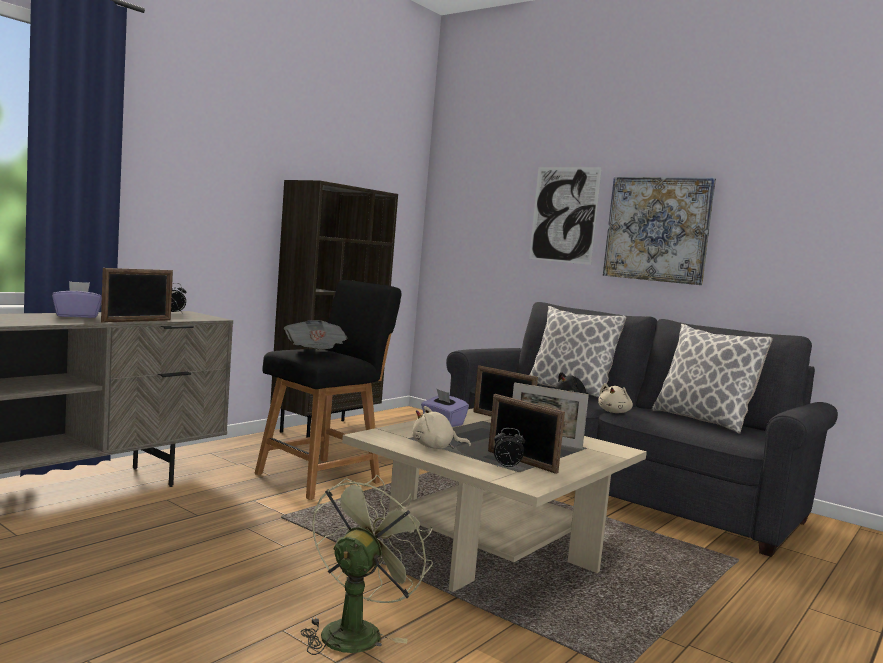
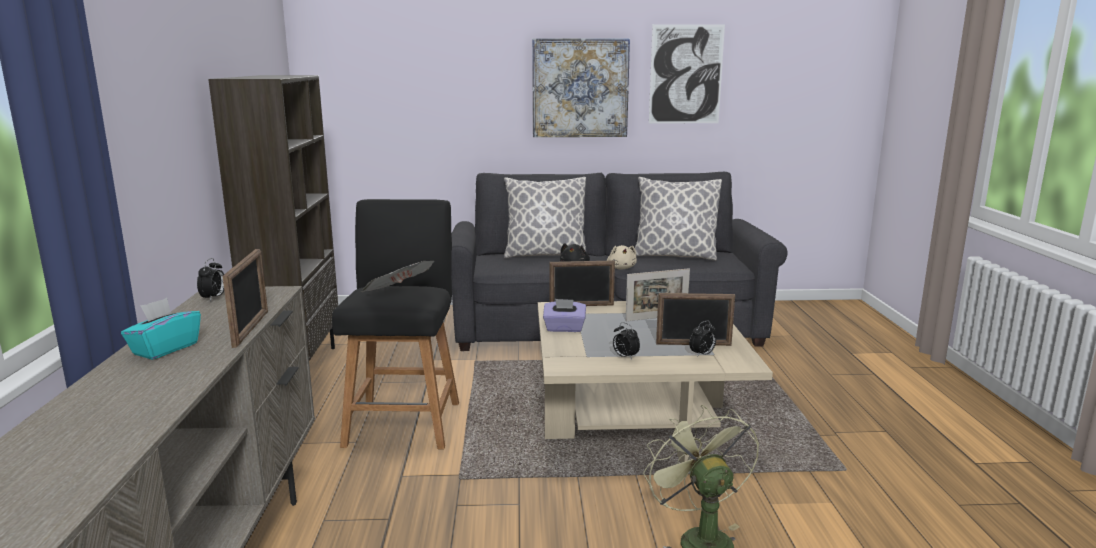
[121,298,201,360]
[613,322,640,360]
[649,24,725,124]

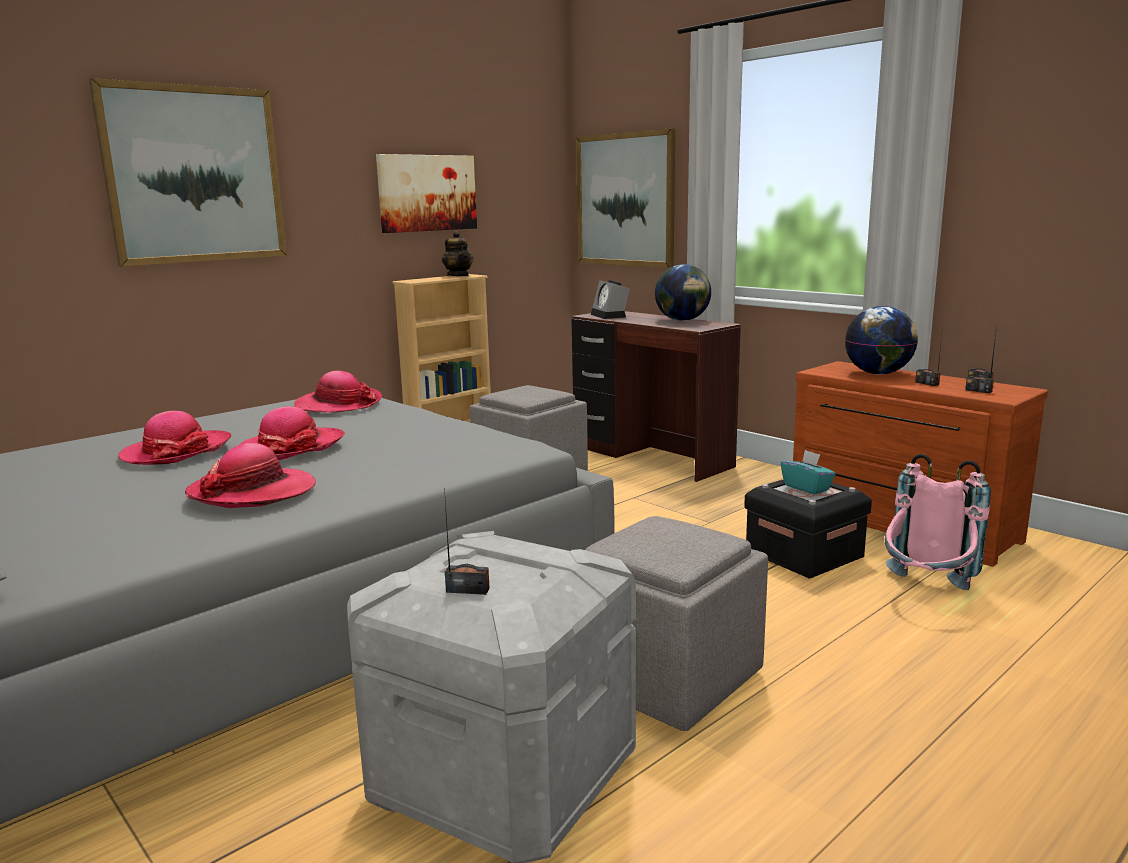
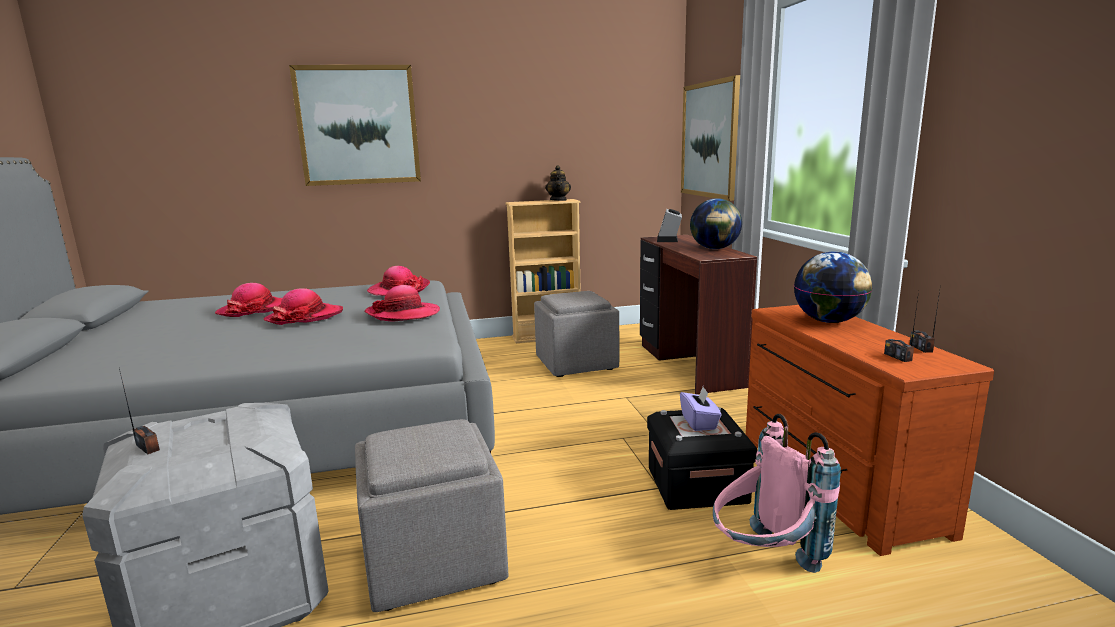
[364,285,440,322]
[376,154,477,233] (first image)
[680,387,721,431]
[915,325,943,386] (first image)

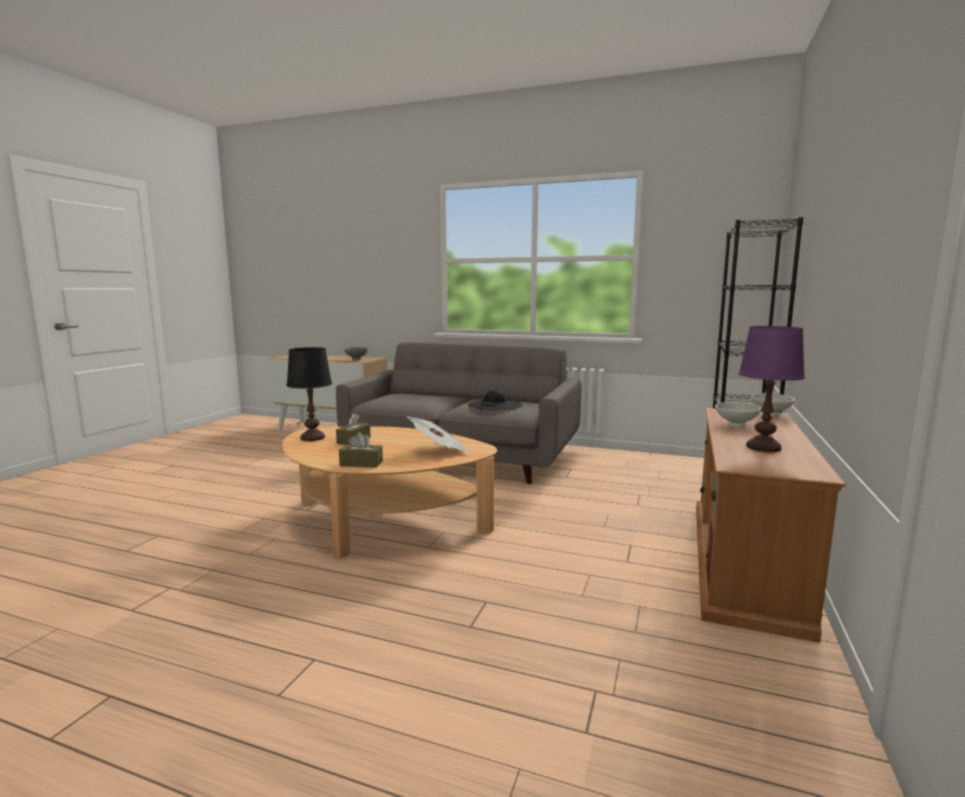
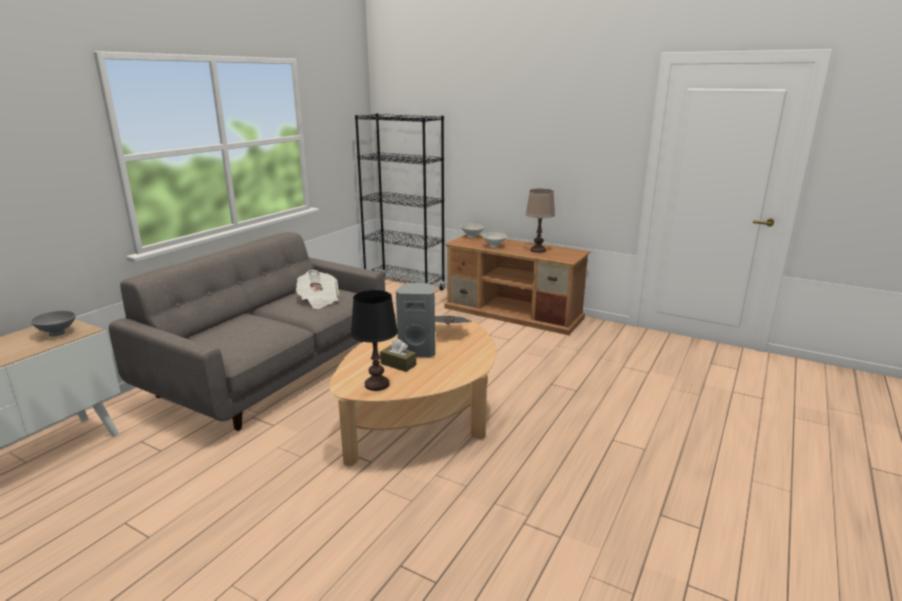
[339,432,383,468] (first image)
[296,270,339,309]
[526,189,555,253]
[396,283,435,357]

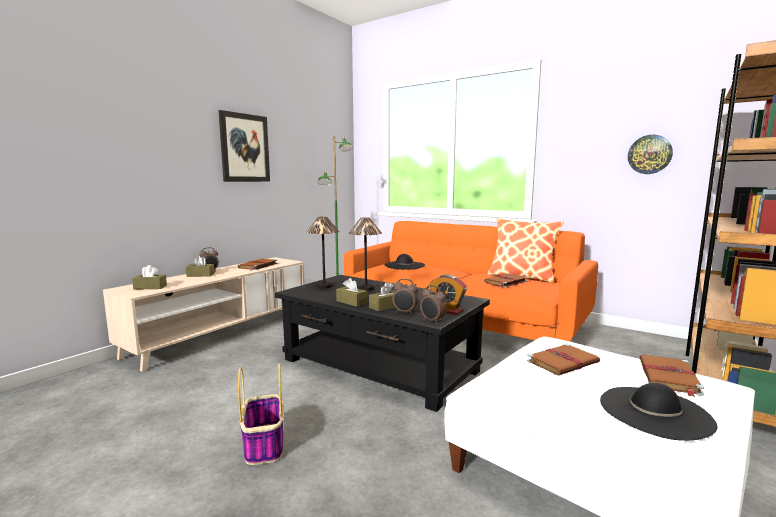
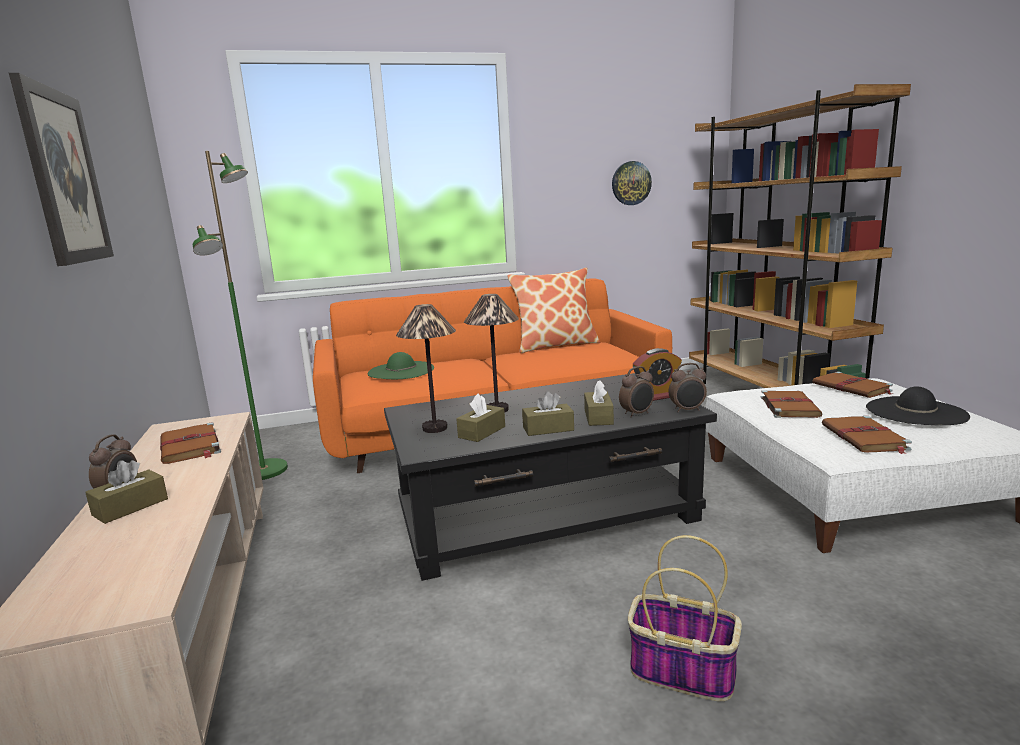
[456,393,505,442]
[368,352,434,379]
[822,416,912,454]

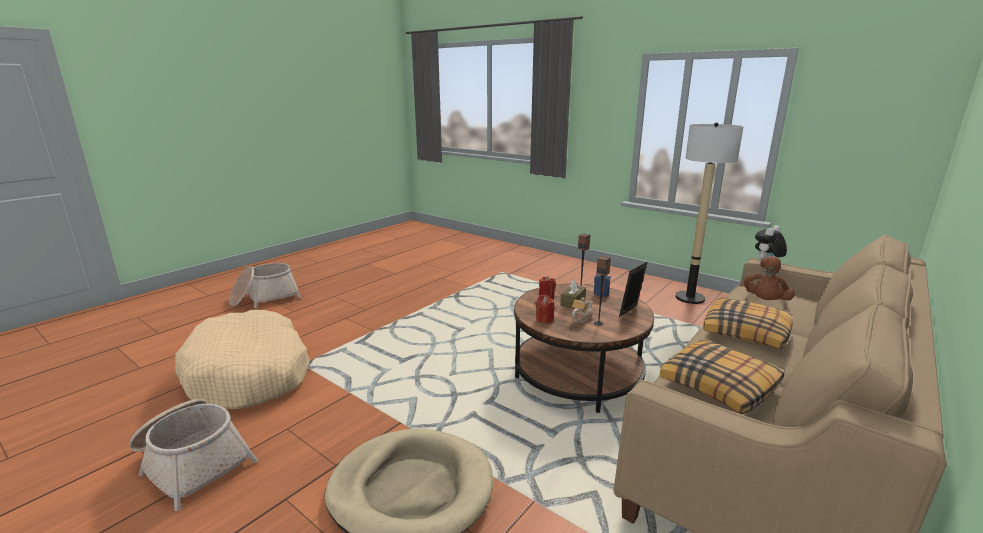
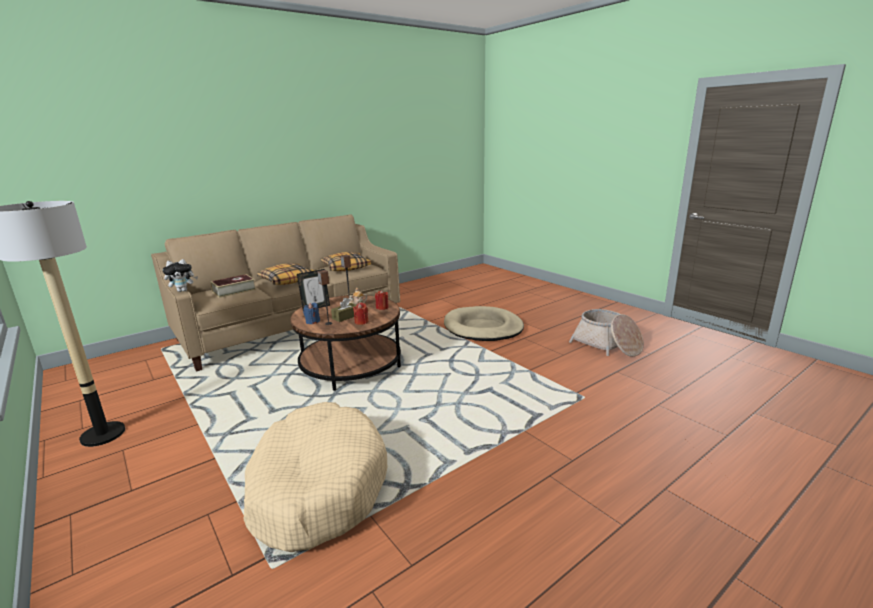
[244,402,387,552]
[229,263,302,308] (first image)
[210,274,256,298]

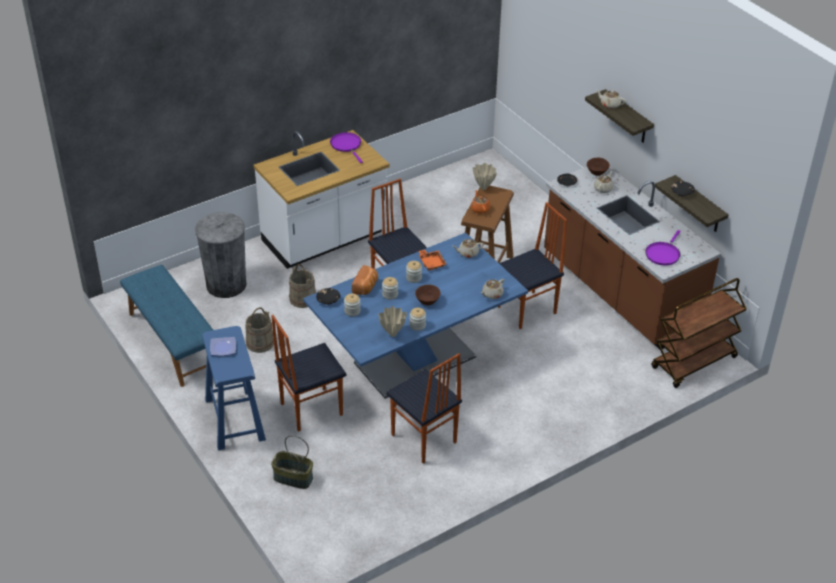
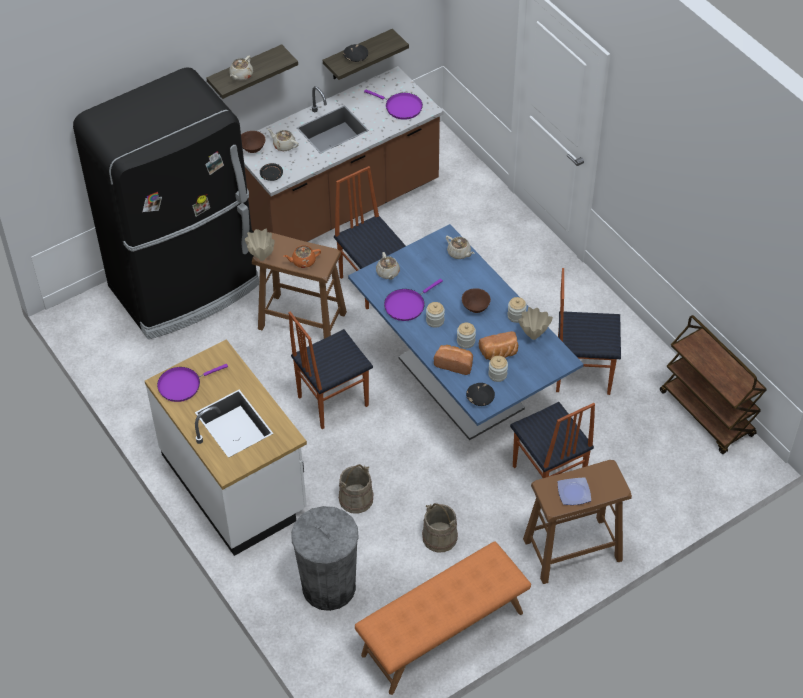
[355,541,531,695]
[523,460,632,584]
[271,435,313,489] (first image)
[556,268,621,395]
[384,279,443,321]
[660,315,767,454]
[73,67,259,339]
[479,331,518,360]

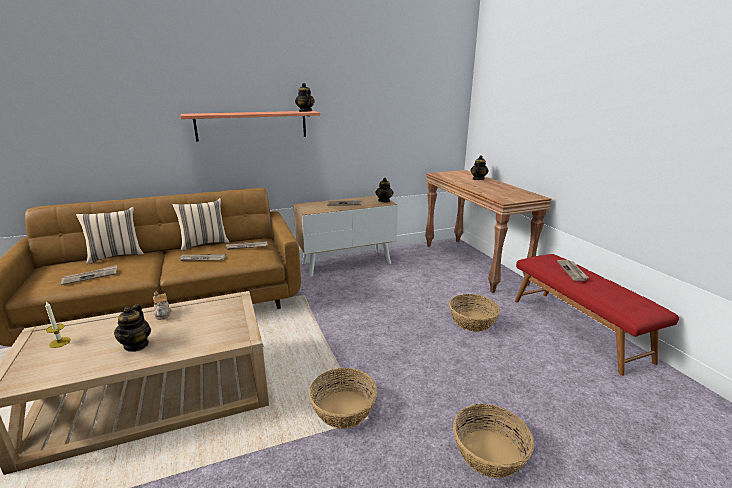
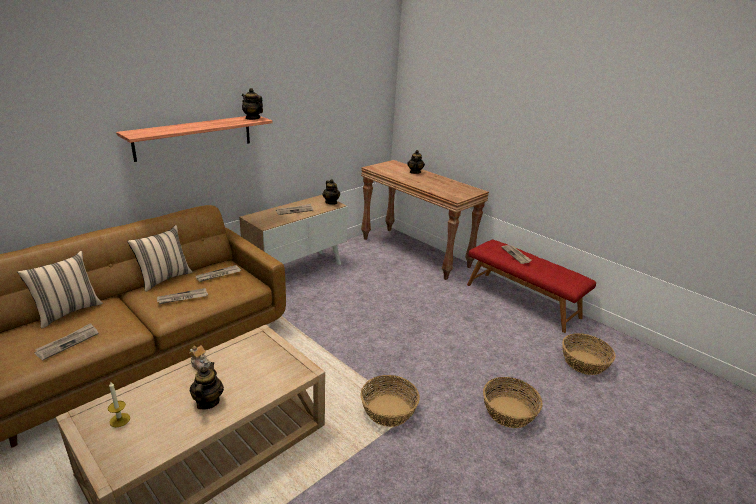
[190,362,224,409]
[562,333,616,375]

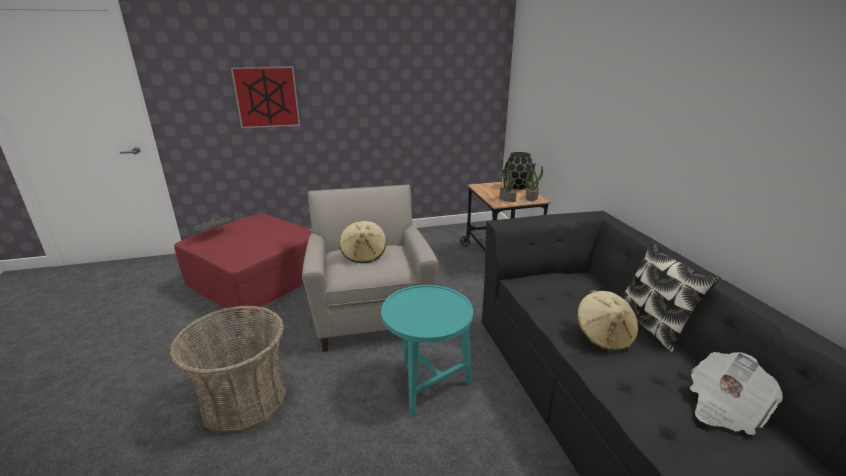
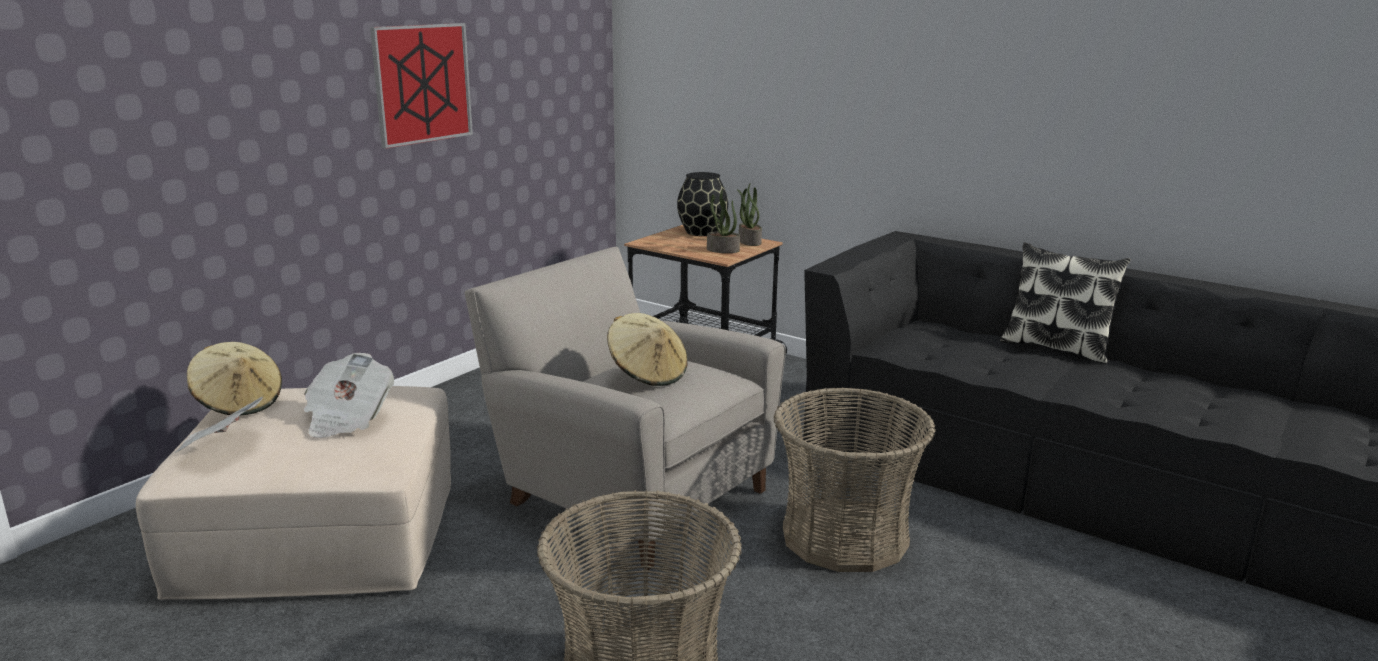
[136,386,451,600]
[370,23,473,149]
[773,387,936,572]
[187,342,282,415]
[304,353,394,438]

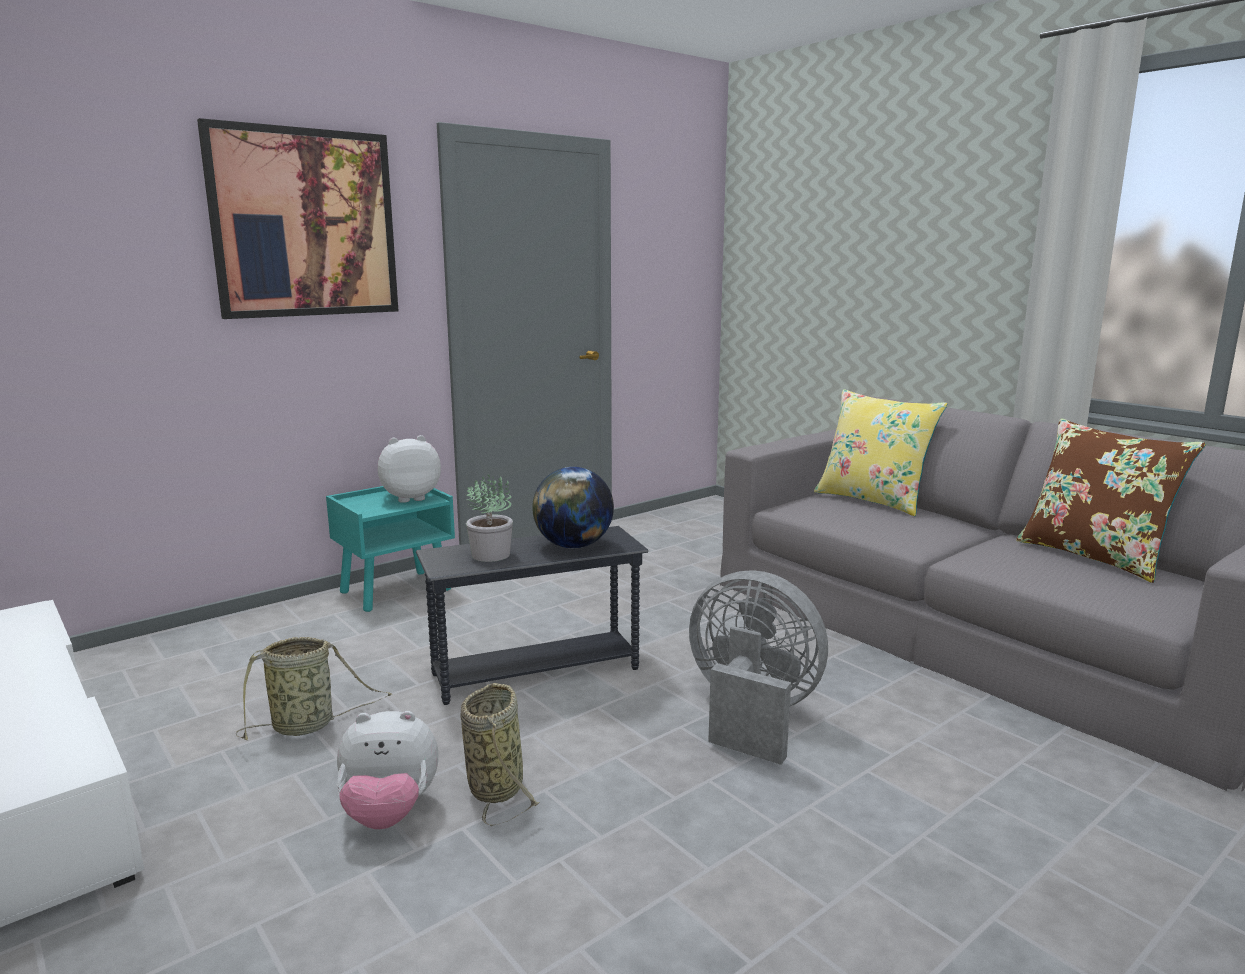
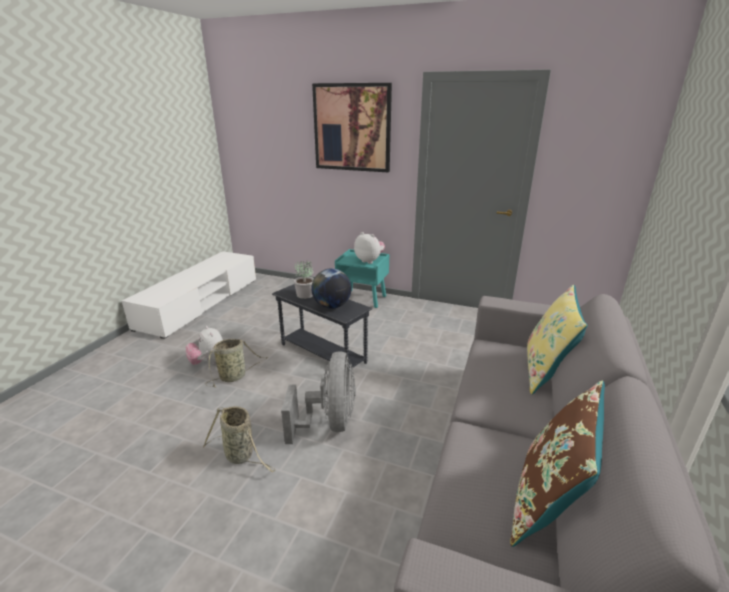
[203,406,275,472]

